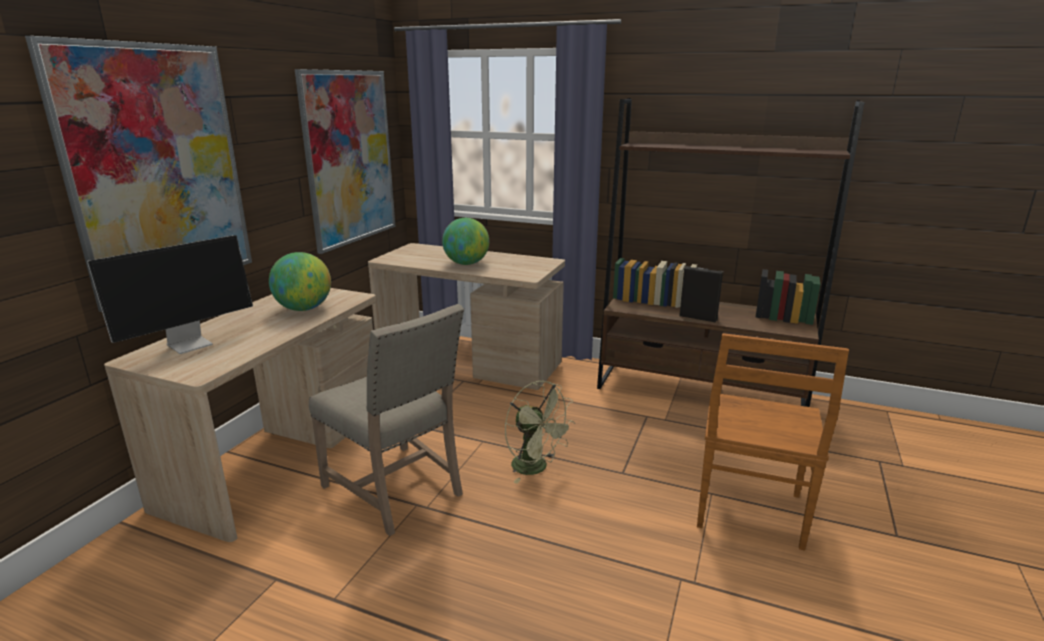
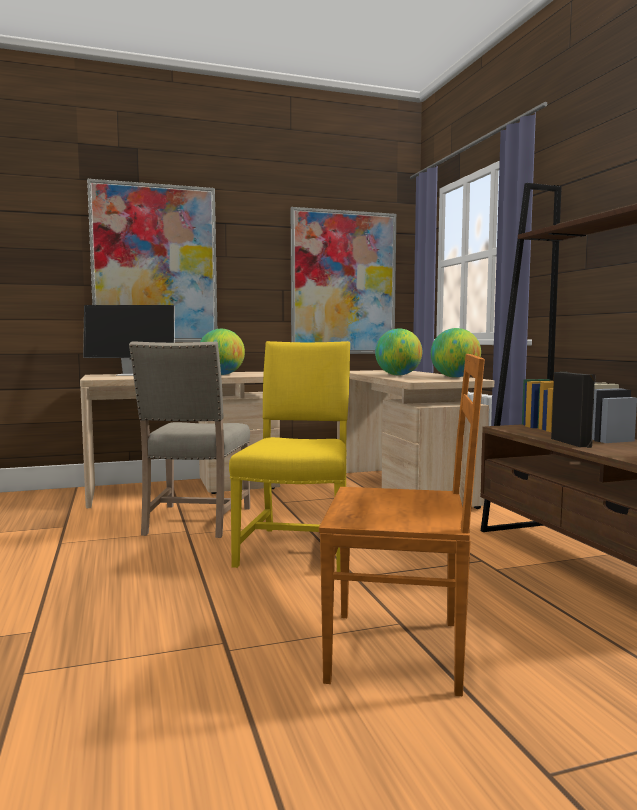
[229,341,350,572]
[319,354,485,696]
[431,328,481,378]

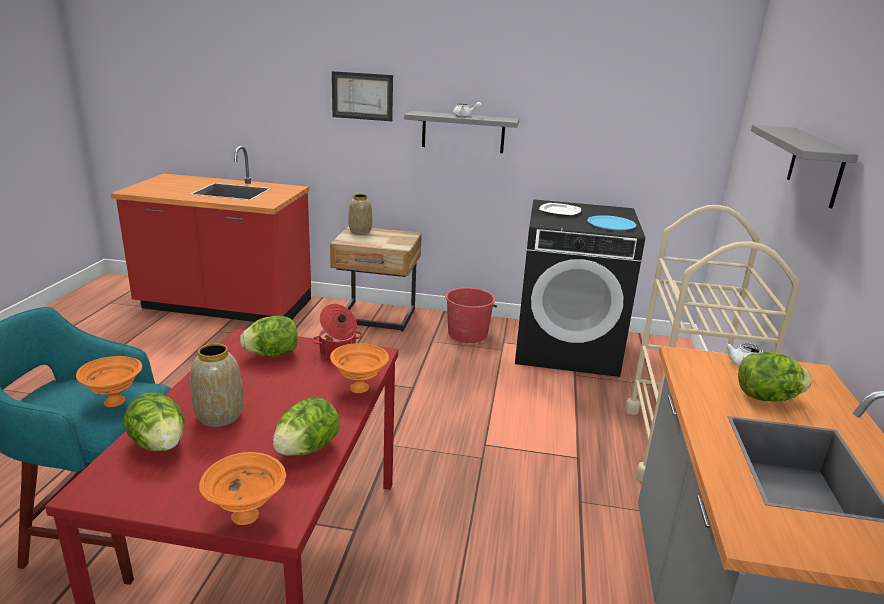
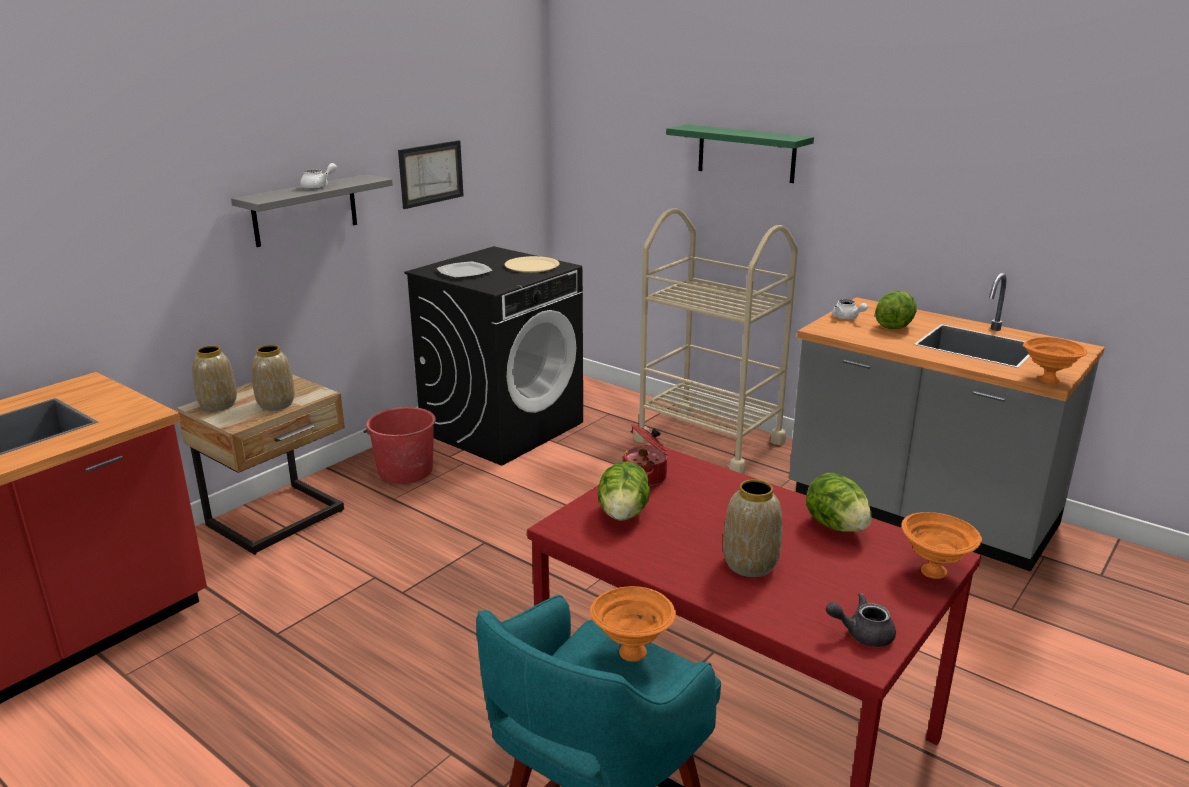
[124,392,185,452] (first image)
[1023,337,1087,383]
[398,140,464,209]
[505,256,560,273]
[666,124,814,183]
[252,345,295,411]
[826,593,896,647]

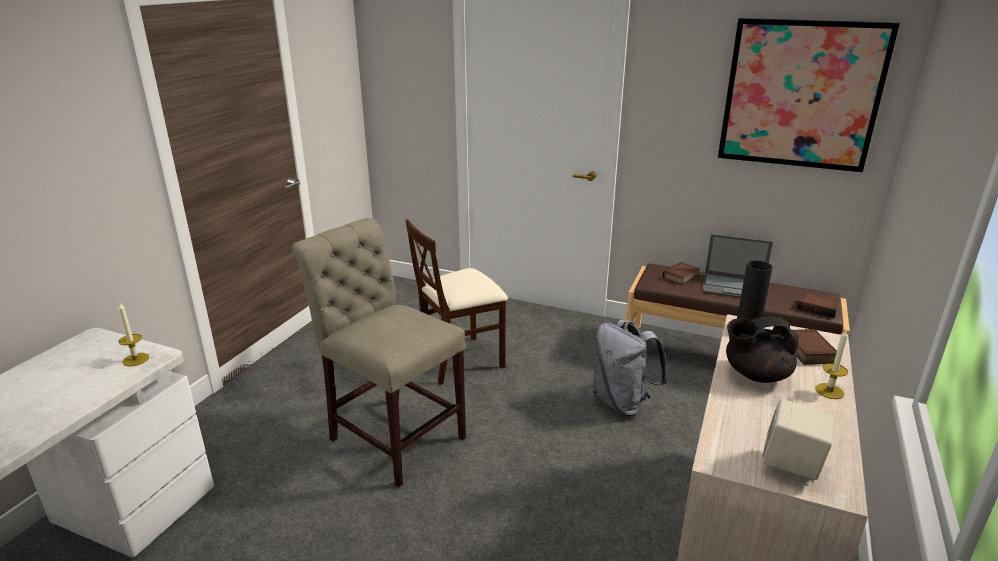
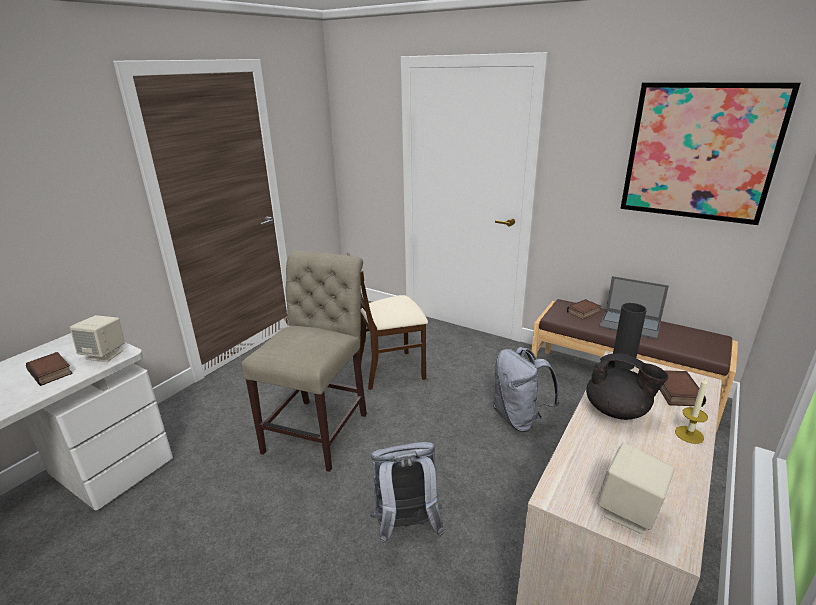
[70,315,125,362]
[241,250,367,472]
[586,353,668,420]
[26,352,73,386]
[370,442,445,545]

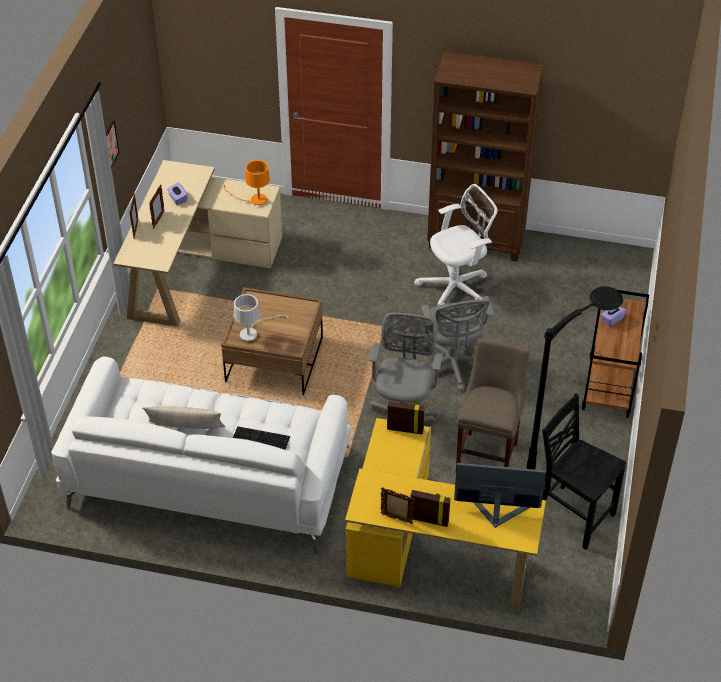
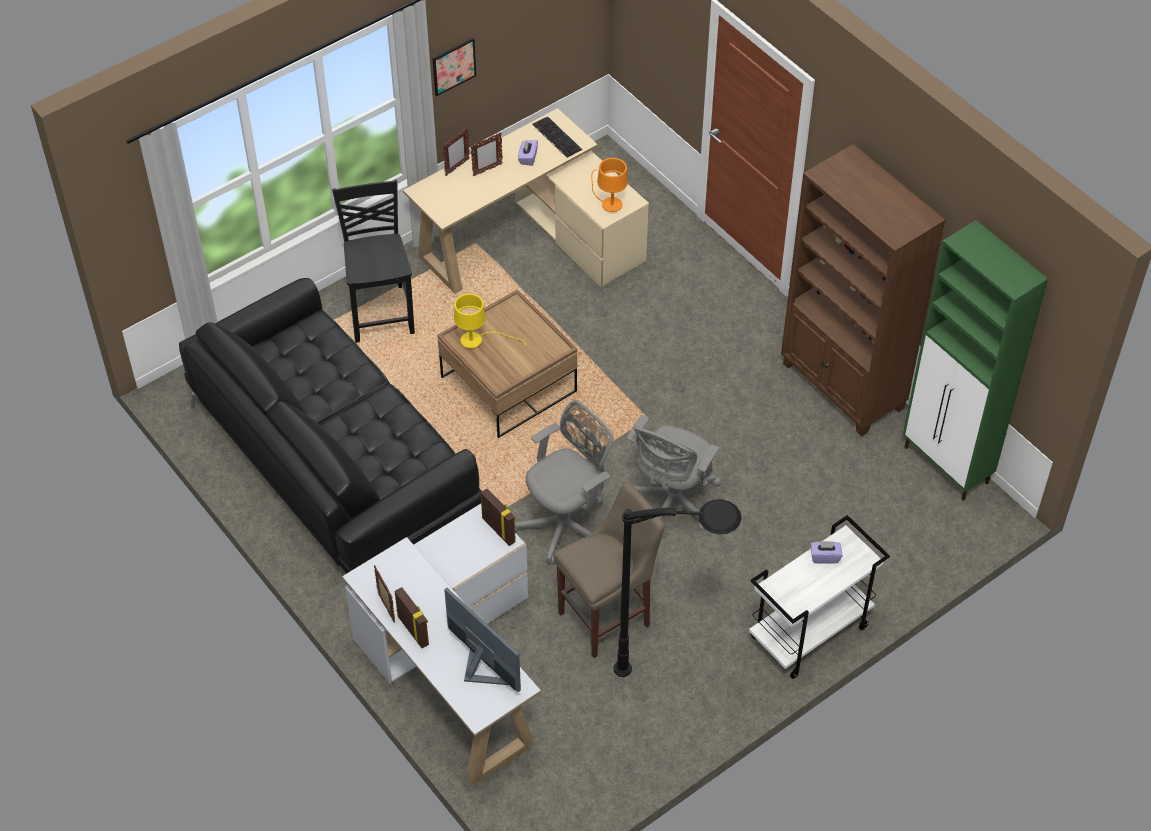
[179,278,482,574]
[142,406,225,429] (first image)
[533,116,582,158]
[454,293,527,349]
[342,504,541,786]
[414,184,498,306] (first image)
[332,180,415,343]
[749,515,890,679]
[903,220,1048,501]

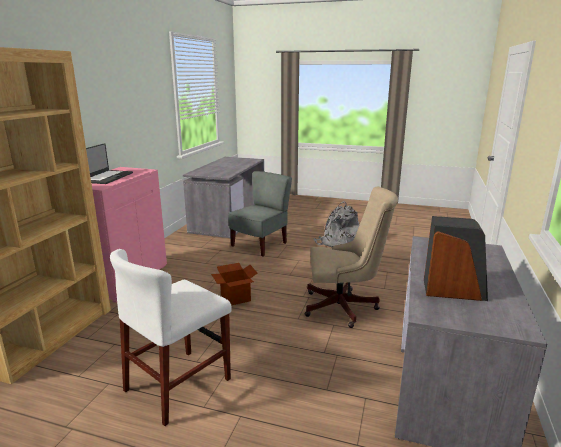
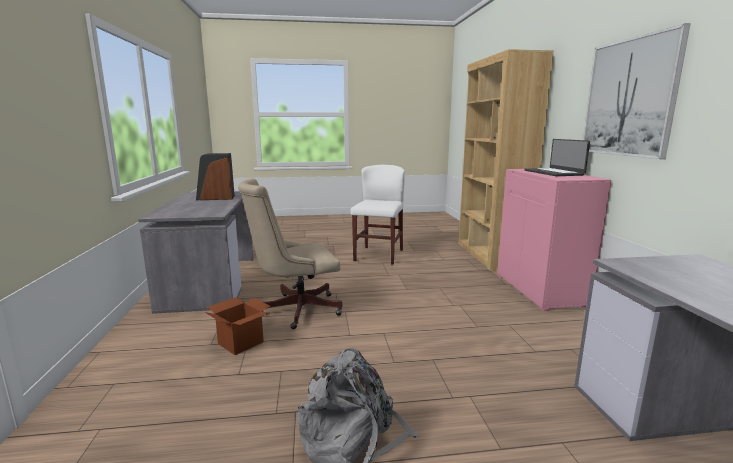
[204,297,271,355]
[229,171,292,257] (first image)
[583,23,690,159]

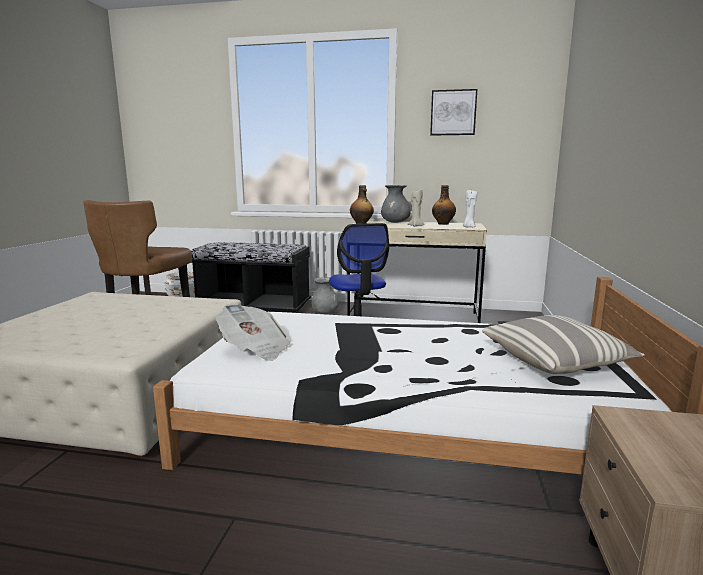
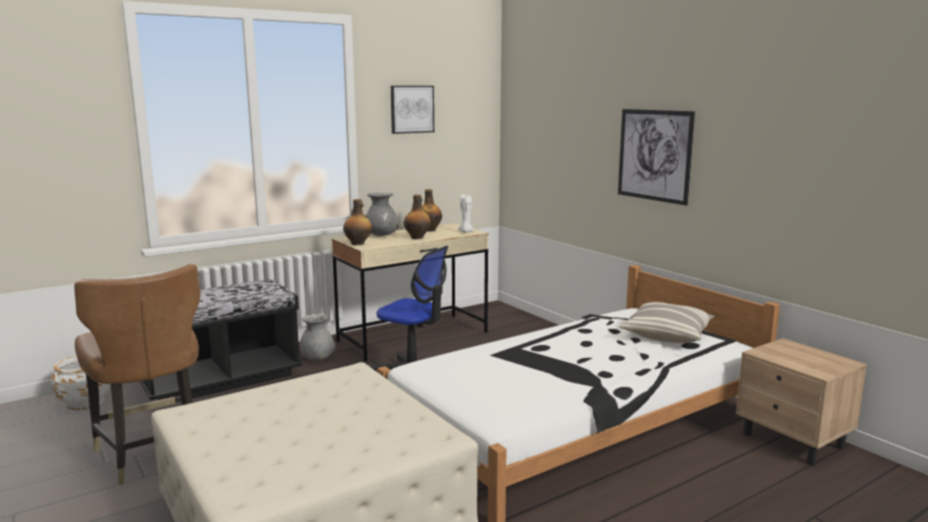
[216,304,291,361] (first image)
[404,195,431,239]
[618,109,695,206]

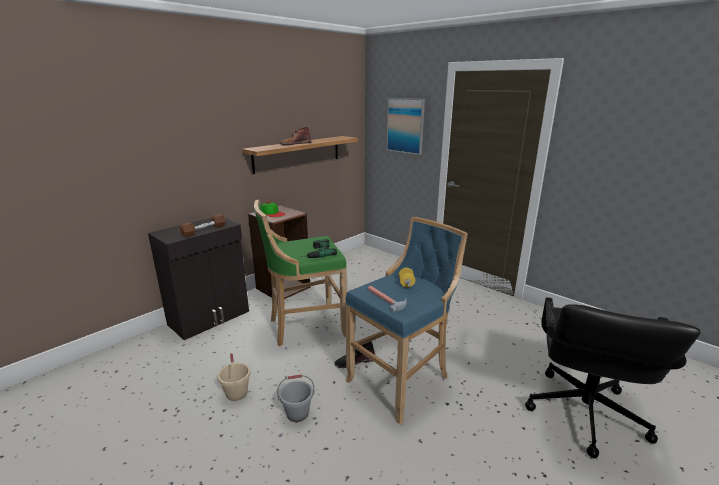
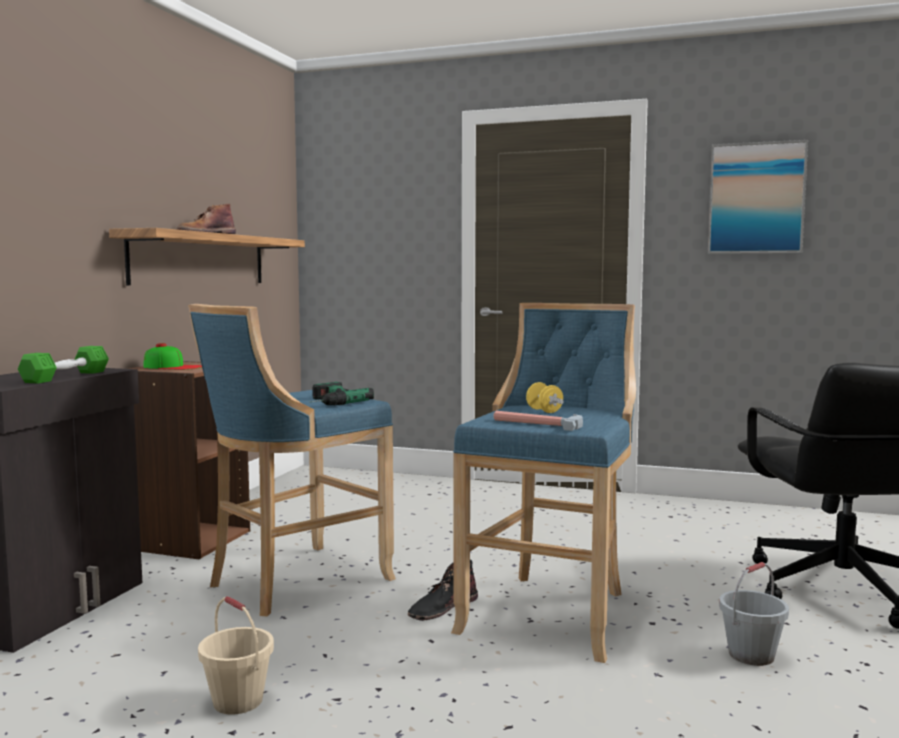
[18,346,109,383]
[188,304,396,617]
[719,562,789,666]
[708,140,808,254]

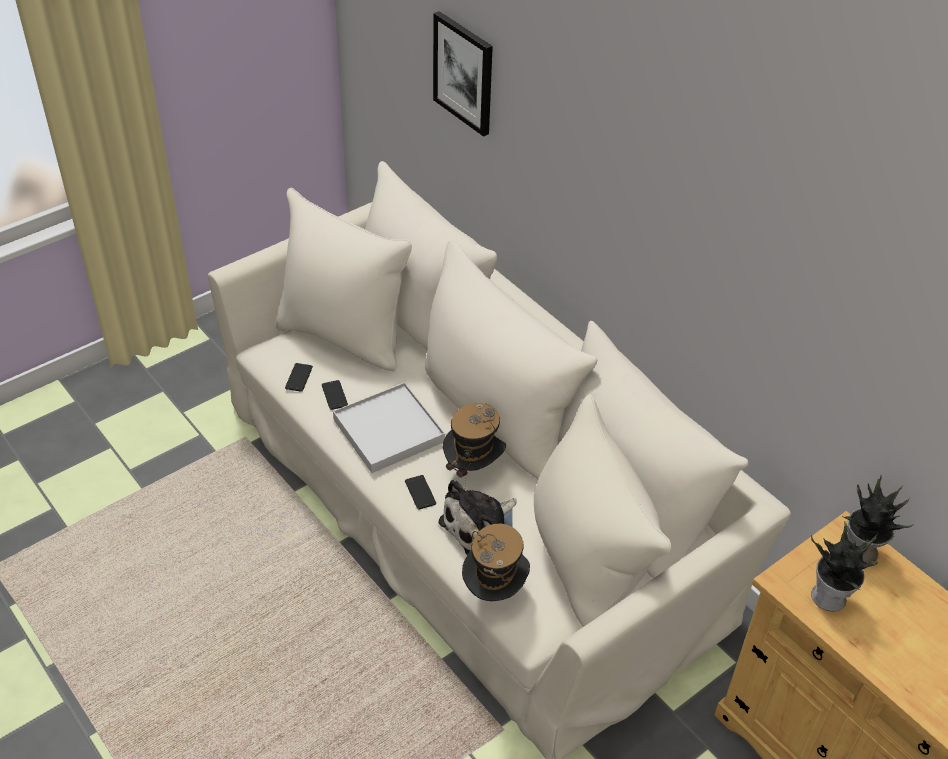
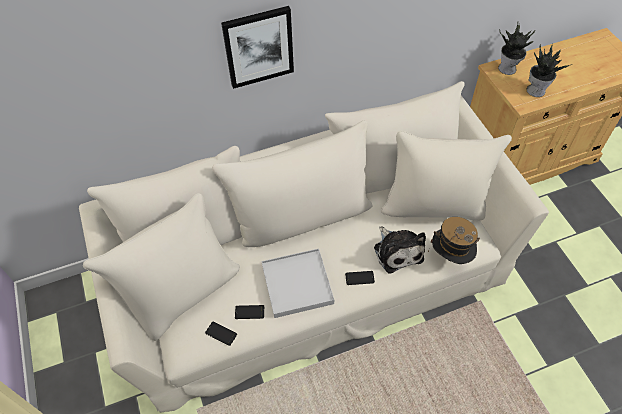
[221,6,294,89]
[443,403,506,491] (first image)

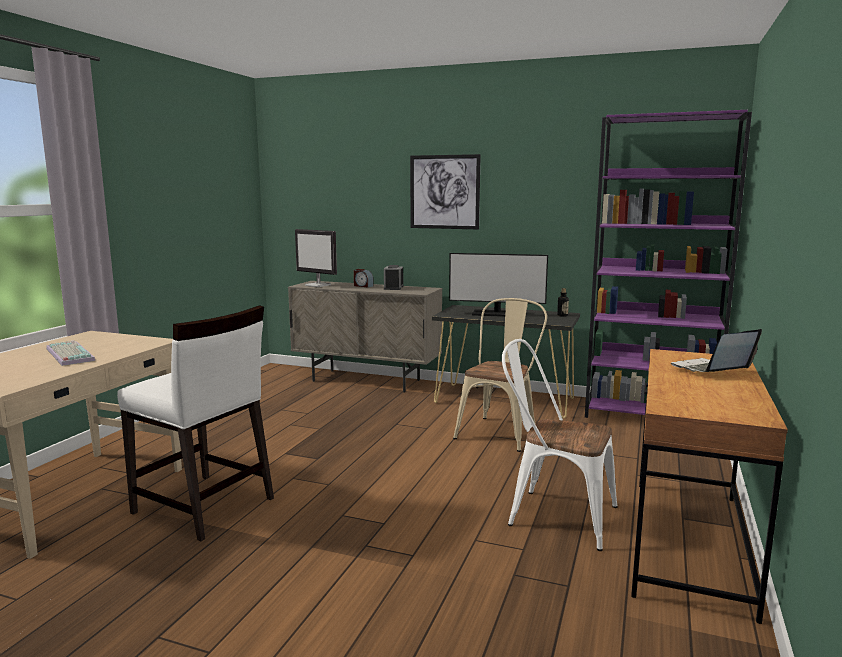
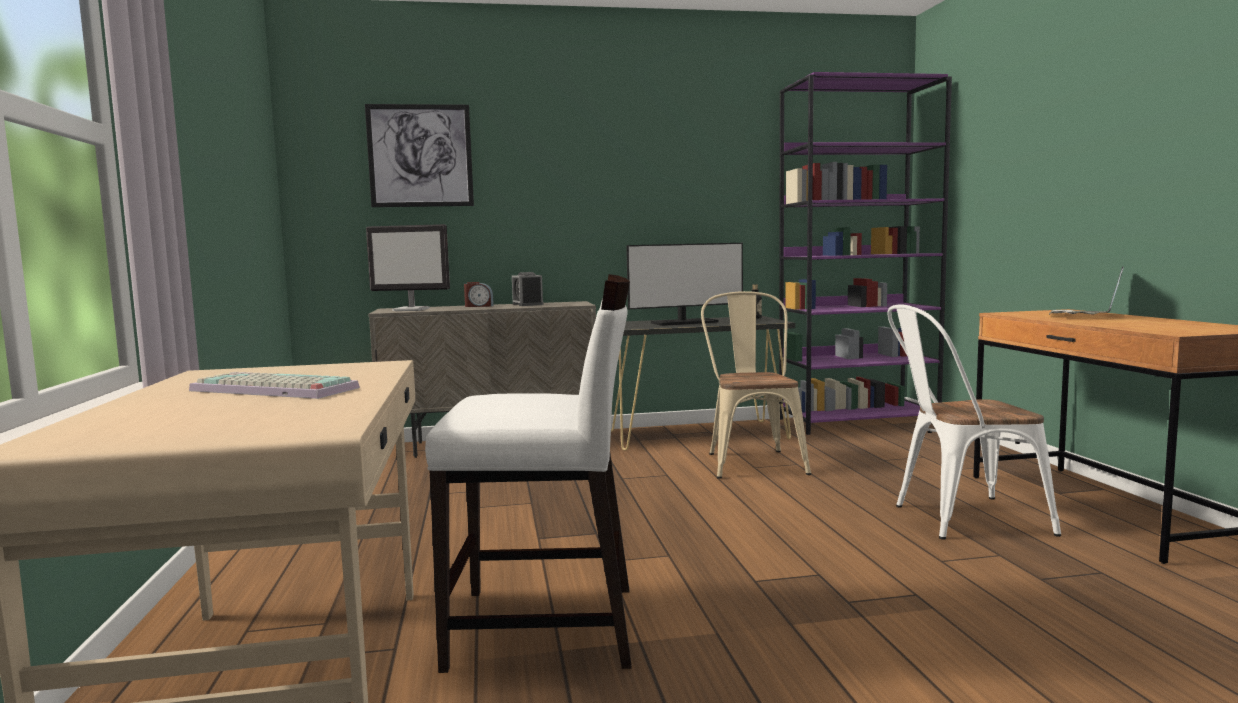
[365,104,474,207]

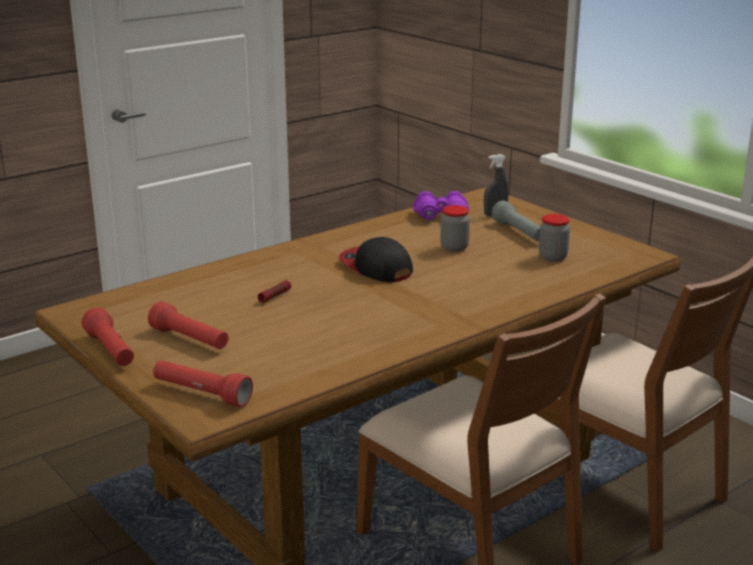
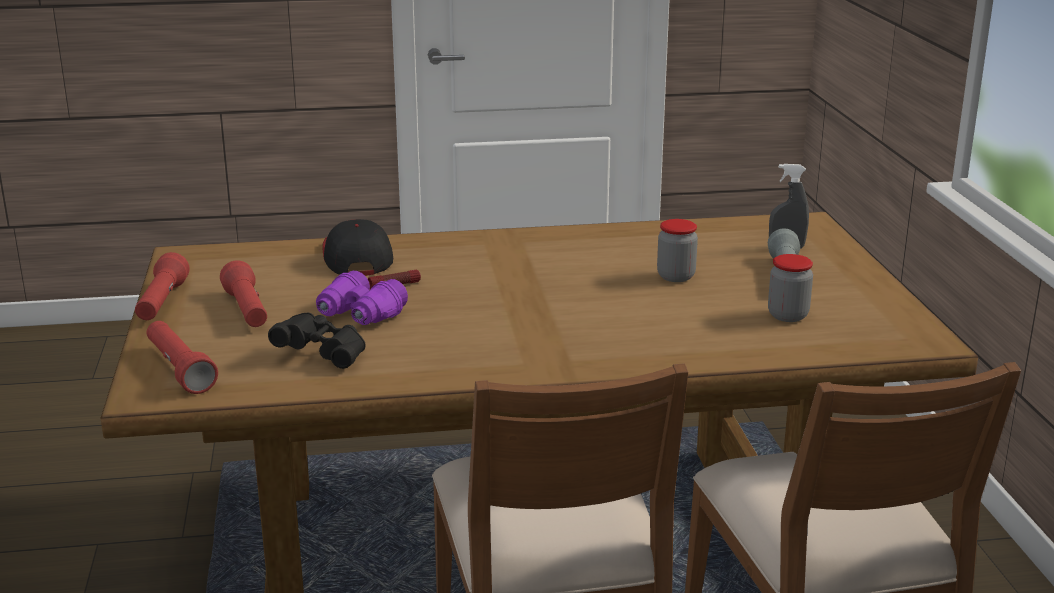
[322,219,393,276]
[316,271,408,325]
[268,312,366,369]

